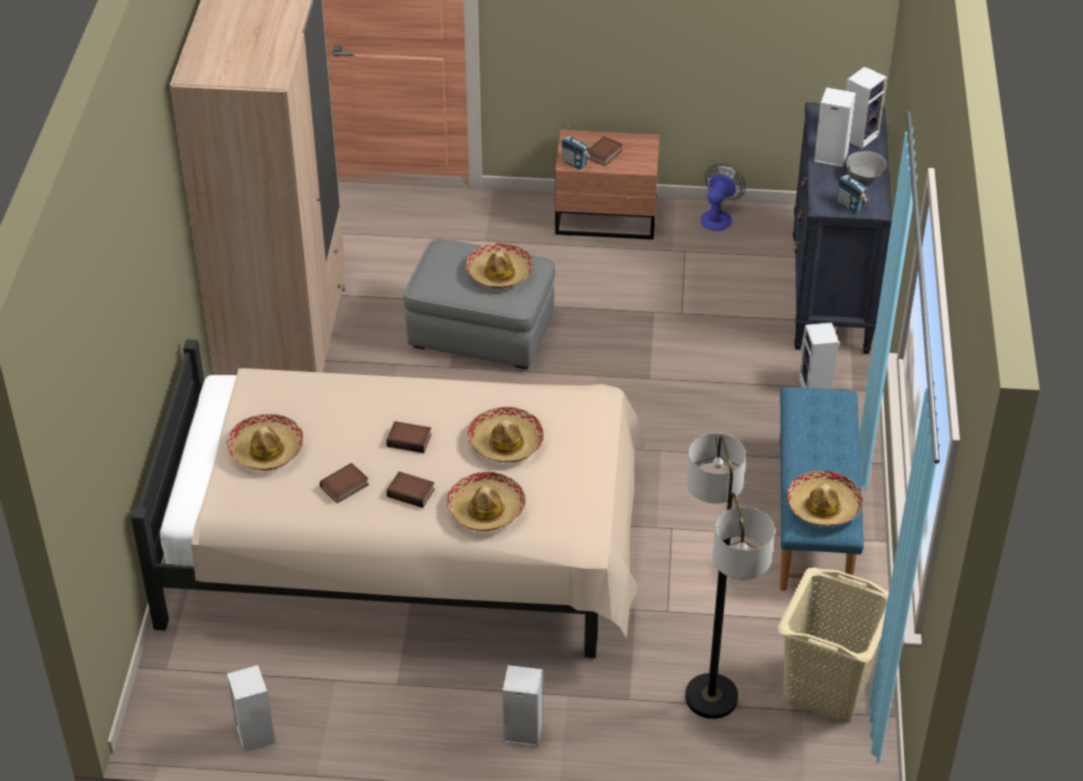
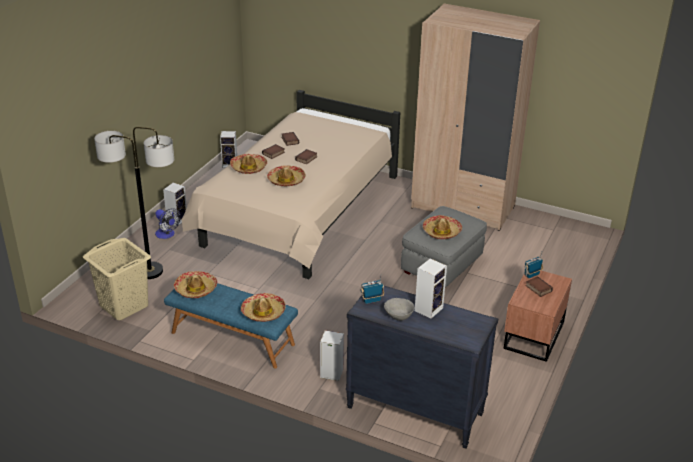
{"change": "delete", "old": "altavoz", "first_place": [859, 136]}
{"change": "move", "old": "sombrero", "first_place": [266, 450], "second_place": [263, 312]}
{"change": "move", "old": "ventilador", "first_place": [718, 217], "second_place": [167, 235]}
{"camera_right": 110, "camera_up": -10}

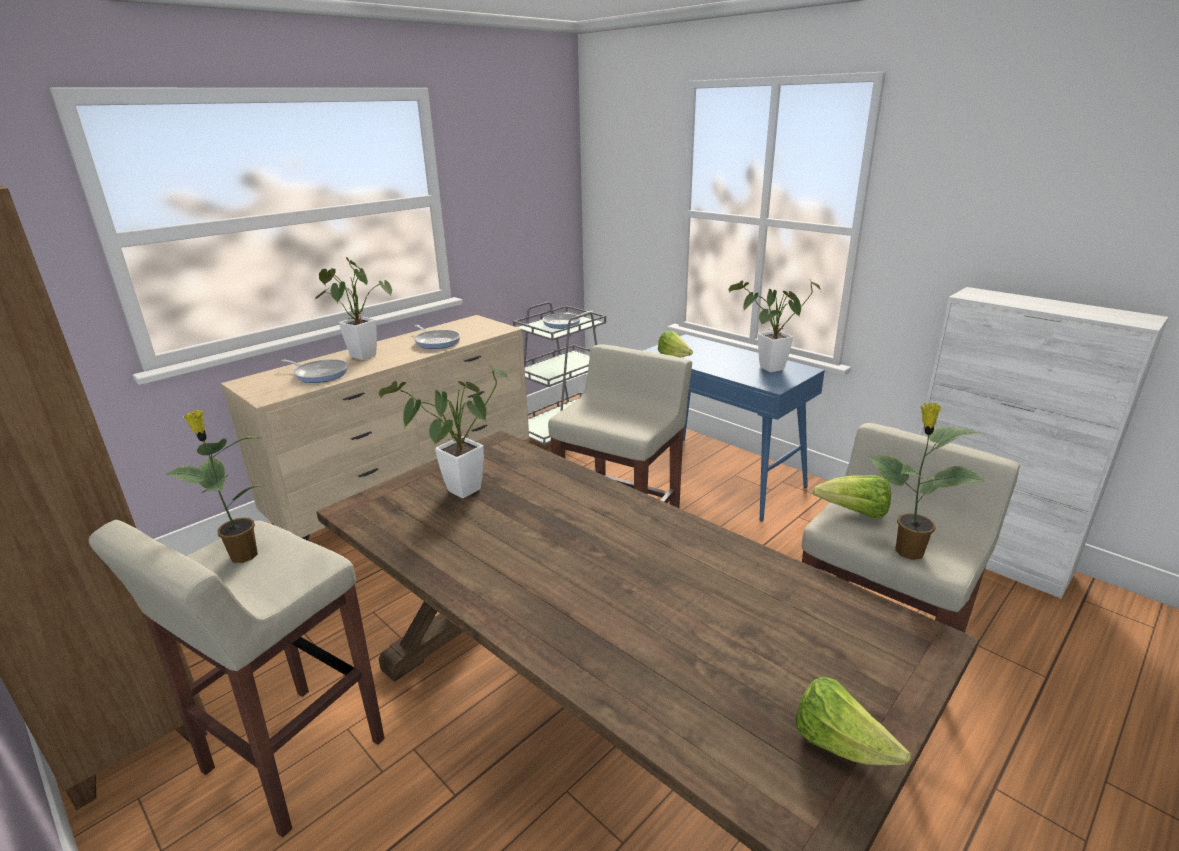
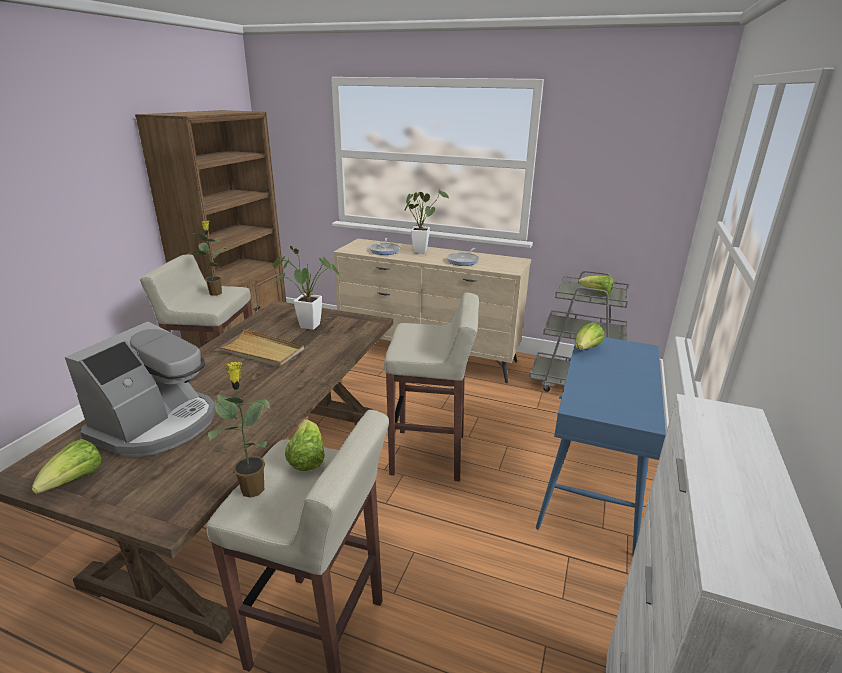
{"change": "delete", "old": "planta en maceta", "first_place": [767, 369]}
{"change": "insert", "new": "cafetera", "second_place": [157, 425]}
{"change": "insert", "new": "bandeja/beis", "second_place": [261, 351]}
{"change": "replace", "old": "sartén", "new": "lechuga", "first_place": [564, 323], "second_place": [596, 293]}
{"camera_right": 65, "camera_up": 0}

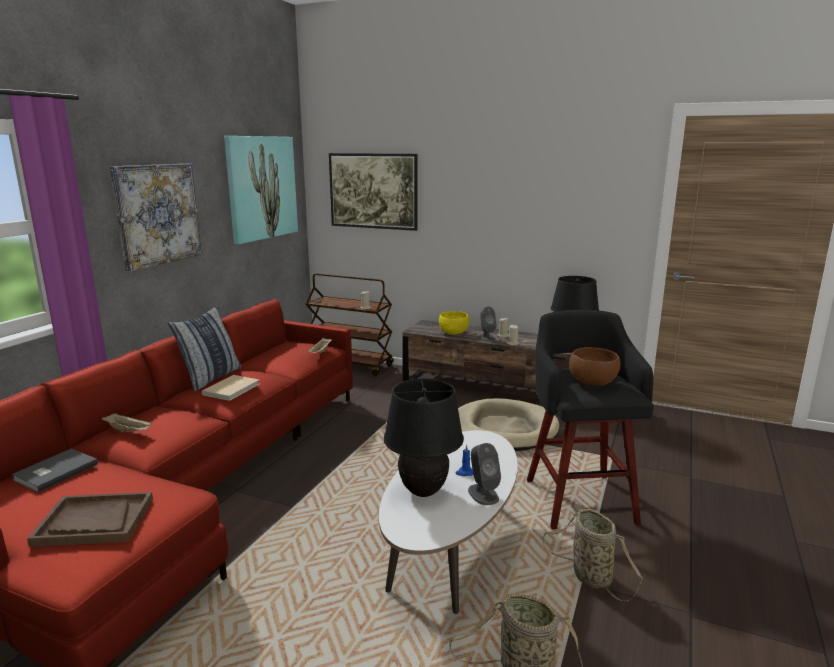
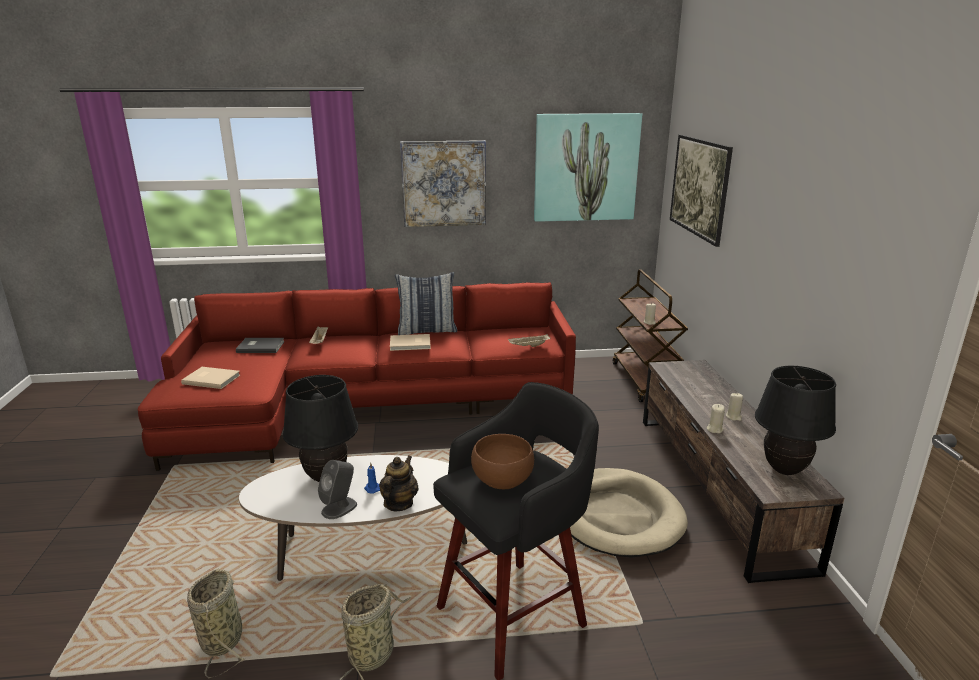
{"change": "delete", "old": "cuenco/amarillo", "first_place": [454, 332]}
{"change": "delete", "old": "altavoz/gris", "first_place": [486, 338]}
{"change": "insert", "new": "tetera", "second_place": [399, 504]}
{"change": "replace", "old": "bandeja/marrón", "new": "libro/beis", "first_place": [94, 521], "second_place": [211, 379]}
{"camera_right": 60, "camera_up": 5}

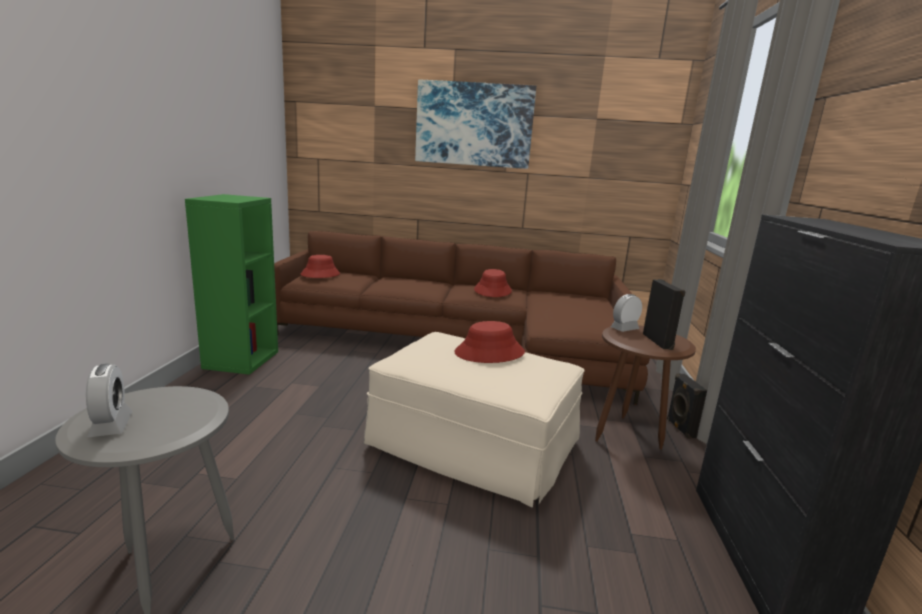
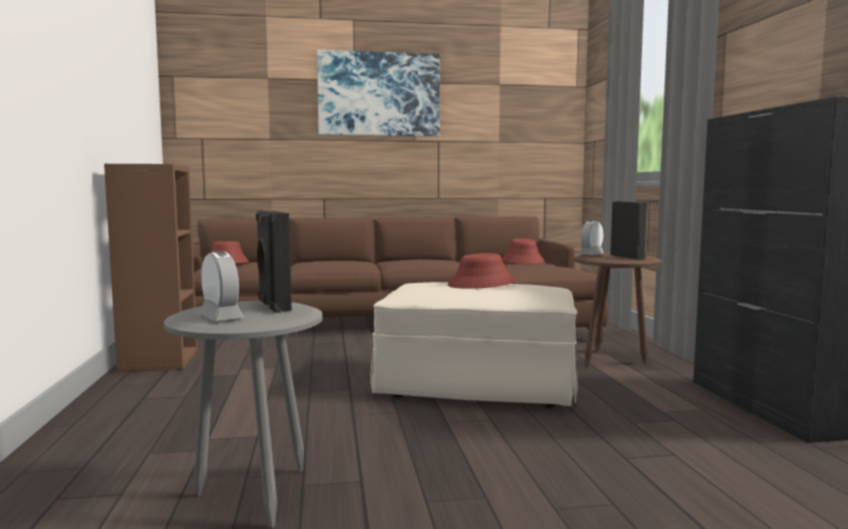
{"change": "move", "old": "sombrero/rojo", "first_place": [493, 290], "second_place": [523, 261]}
{"change": "move", "old": "altavoz/negro", "first_place": [679, 428], "second_place": [273, 306]}
{"change": "recolor", "old": "estantería/verde", "new": "estantería/marrón", "first_place": [241, 359], "second_place": [159, 360]}
{"camera_right": -15, "camera_up": -10}

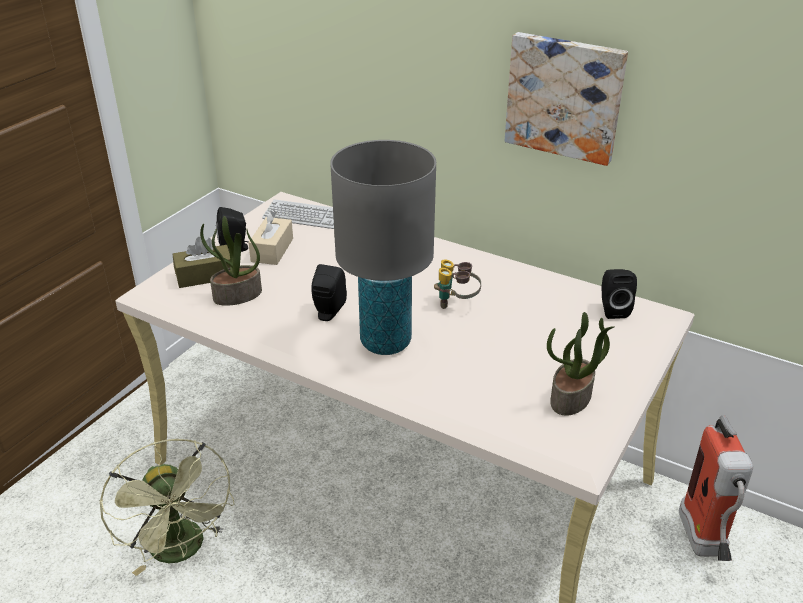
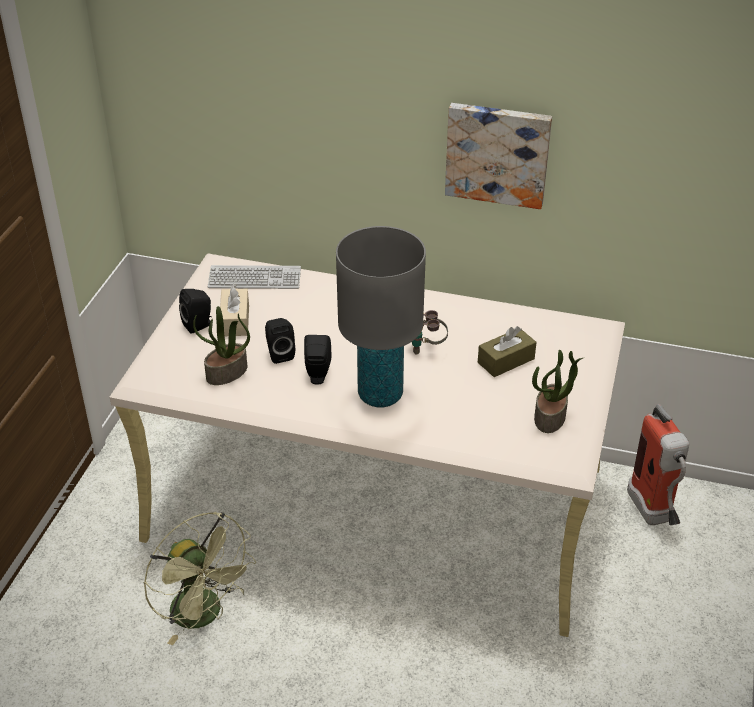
{"change": "move", "old": "caja de pañuelos/marrón", "first_place": [204, 276], "second_place": [506, 361]}
{"change": "move", "old": "altavoz/negro", "first_place": [612, 309], "second_place": [279, 354]}
{"camera_right": -15, "camera_up": 5}

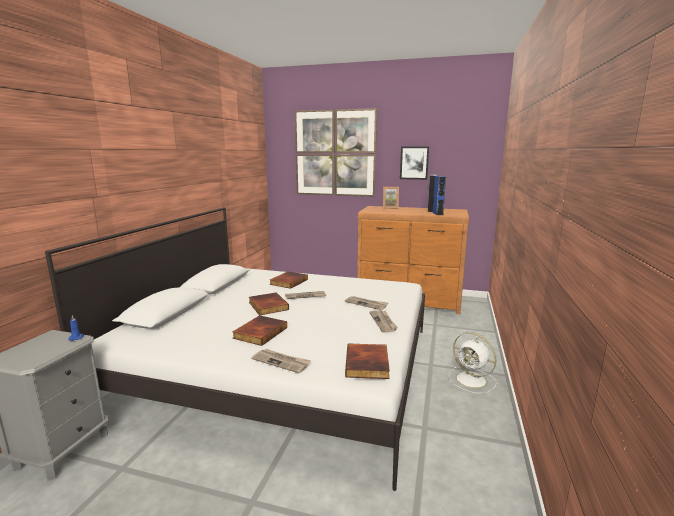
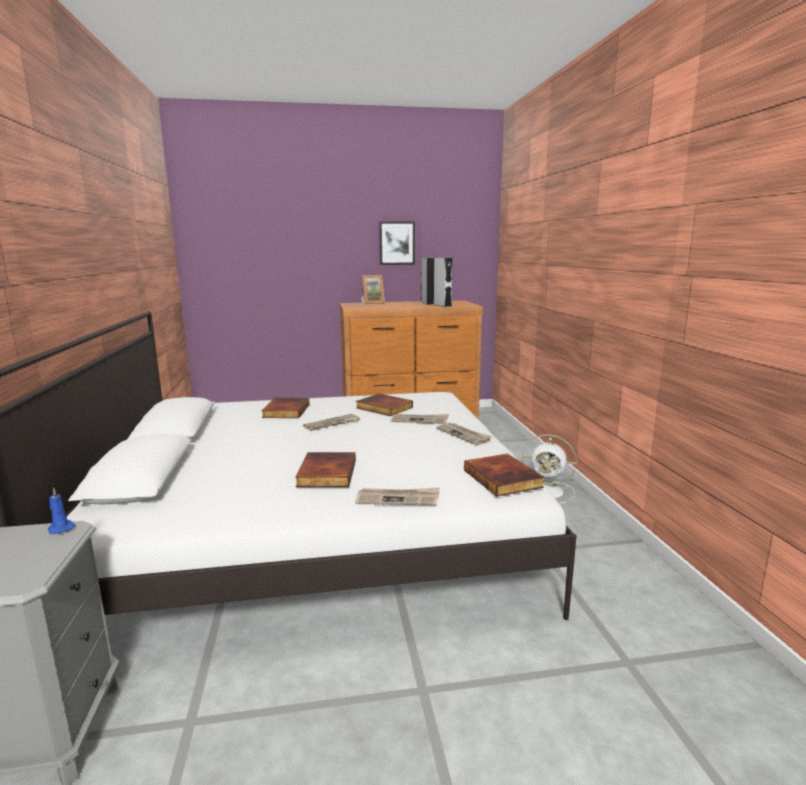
{"change": "delete", "old": "cuadro", "first_place": [335, 153]}
{"change": "move", "old": "libro", "first_place": [267, 306], "second_place": [383, 408]}
{"change": "recolor", "old": "altavoz/azul", "new": "altavoz/gris", "first_place": [437, 213], "second_place": [442, 305]}
{"camera_right": -25, "camera_up": 0}

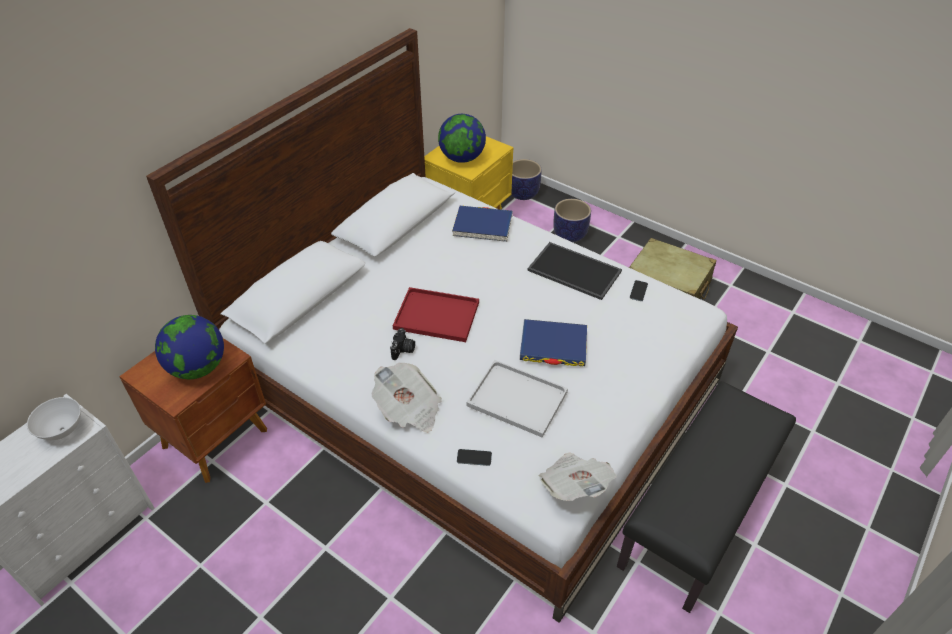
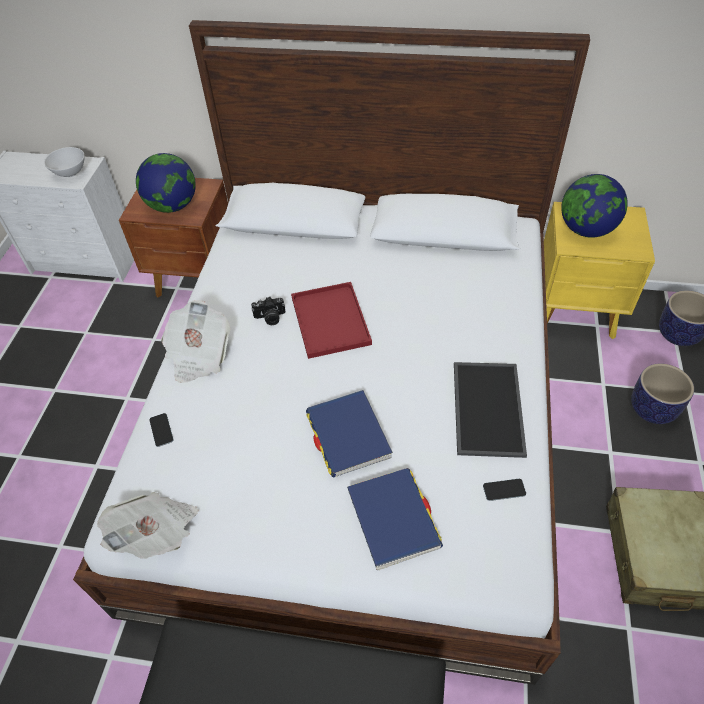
{"change": "delete", "old": "bandeja/blanco", "first_place": [515, 399]}
{"change": "move", "old": "libro/azul", "first_place": [482, 226], "second_place": [393, 519]}
{"camera_right": 65, "camera_up": 5}

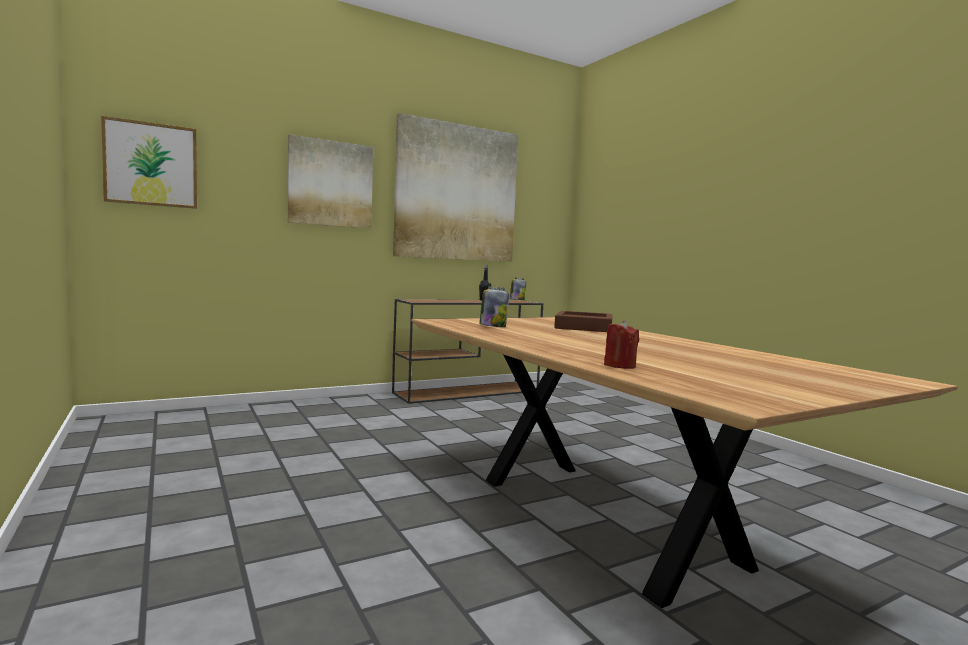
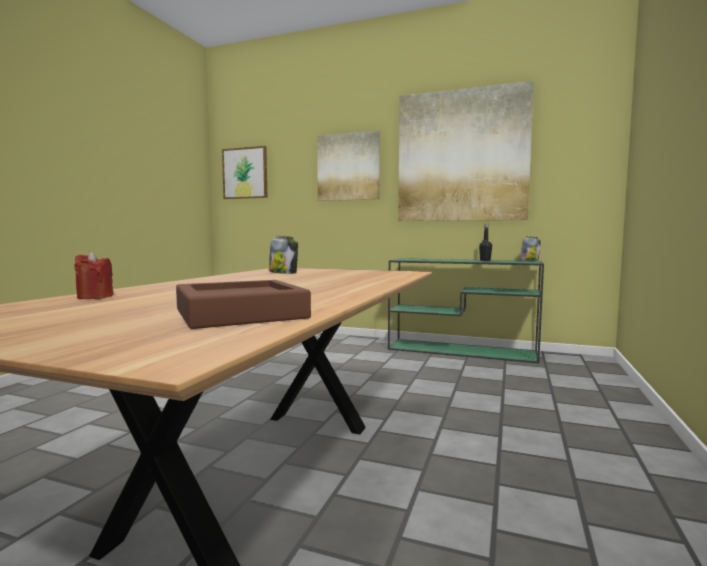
{"change": "move", "old": "bandeja/marrón", "first_place": [584, 327], "second_place": [240, 314]}
{"change": "recolor", "old": "mesa consola/marrón", "new": "mesa consola/verde", "first_place": [468, 392], "second_place": [463, 350]}
{"camera_right": 50, "camera_up": 0}

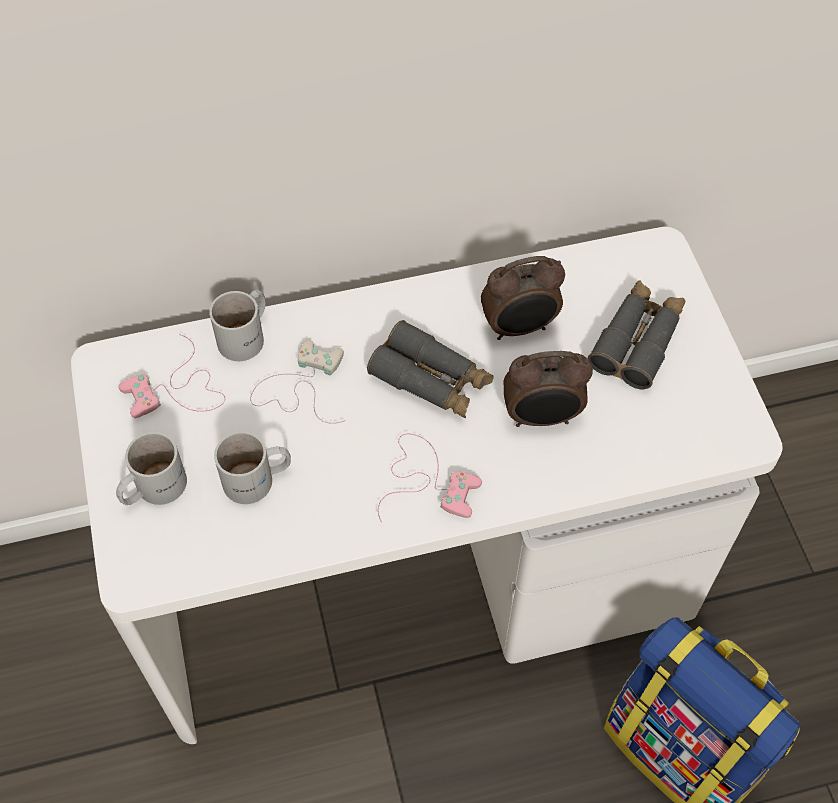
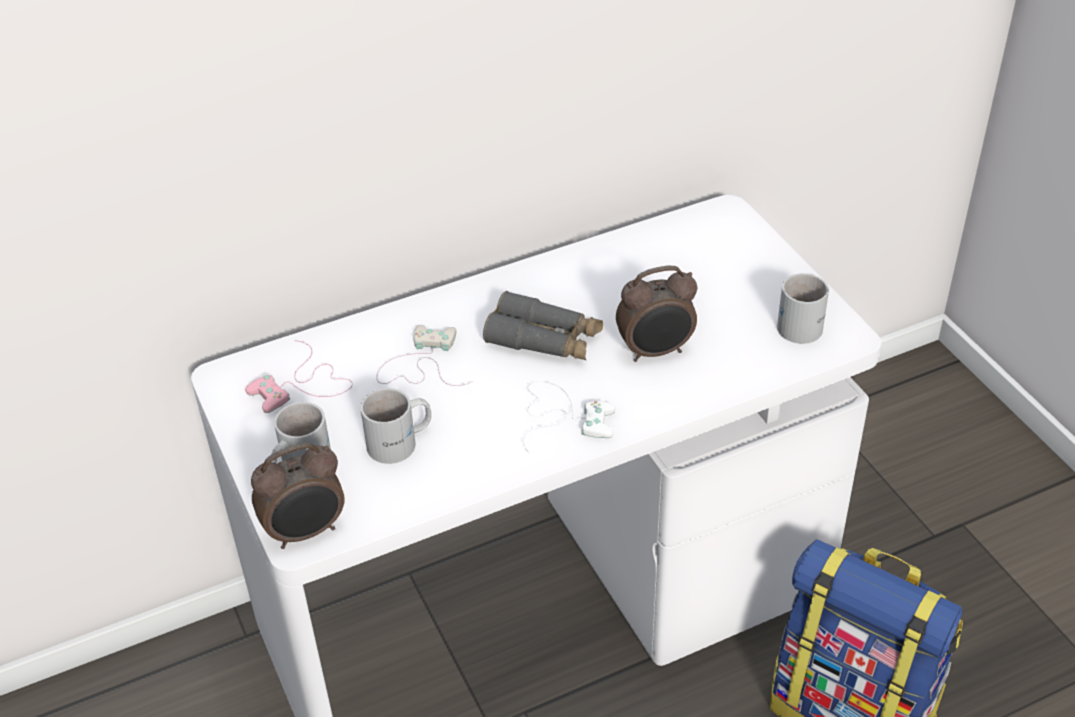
{"change": "delete", "old": "prismáticos/gris", "first_place": [637, 341]}
{"change": "move", "old": "taza grande/blanco", "first_place": [247, 336], "second_place": [803, 322]}
{"change": "move", "old": "despertador", "first_place": [519, 328], "second_place": [306, 532]}
{"change": "recolor", "old": "mando de consola/rosa", "new": "mando de consola/blanco", "first_place": [426, 480], "second_place": [562, 416]}
{"camera_right": -10, "camera_up": -15}

